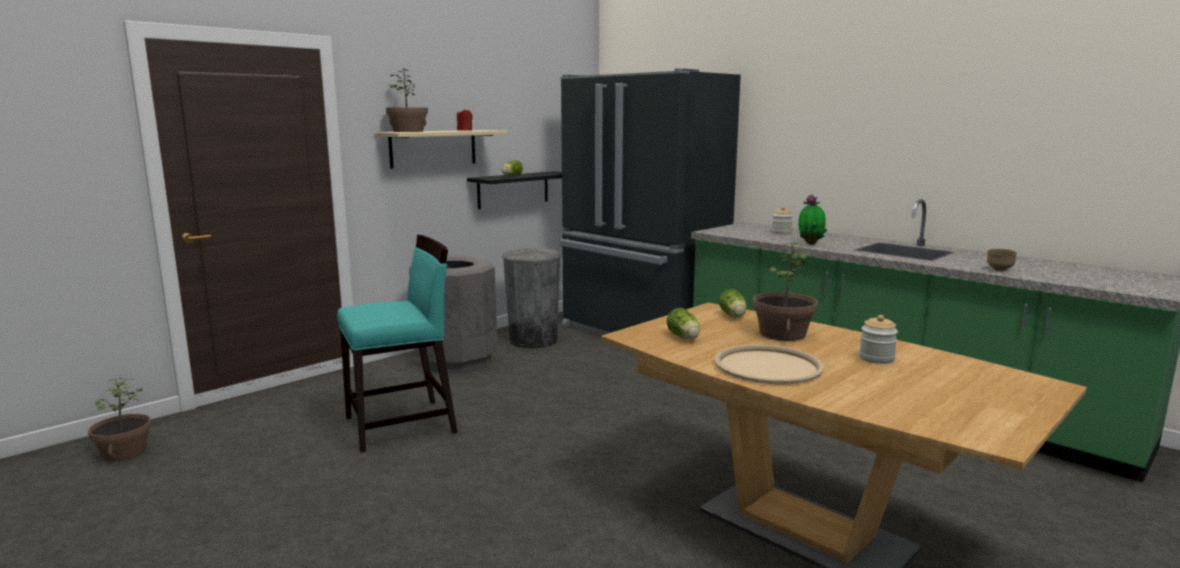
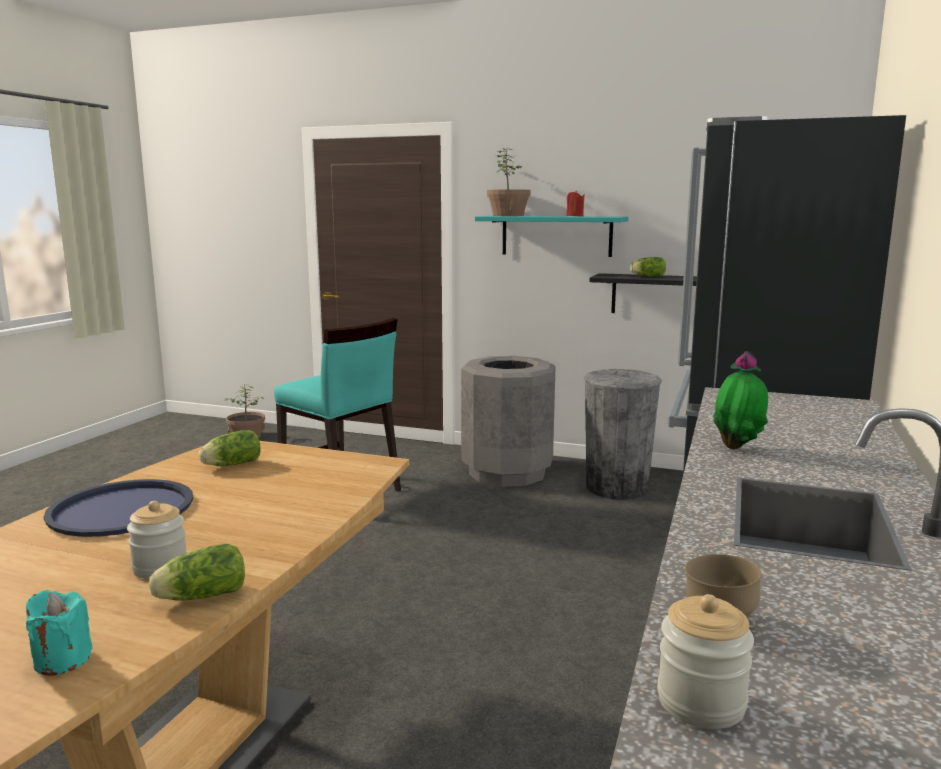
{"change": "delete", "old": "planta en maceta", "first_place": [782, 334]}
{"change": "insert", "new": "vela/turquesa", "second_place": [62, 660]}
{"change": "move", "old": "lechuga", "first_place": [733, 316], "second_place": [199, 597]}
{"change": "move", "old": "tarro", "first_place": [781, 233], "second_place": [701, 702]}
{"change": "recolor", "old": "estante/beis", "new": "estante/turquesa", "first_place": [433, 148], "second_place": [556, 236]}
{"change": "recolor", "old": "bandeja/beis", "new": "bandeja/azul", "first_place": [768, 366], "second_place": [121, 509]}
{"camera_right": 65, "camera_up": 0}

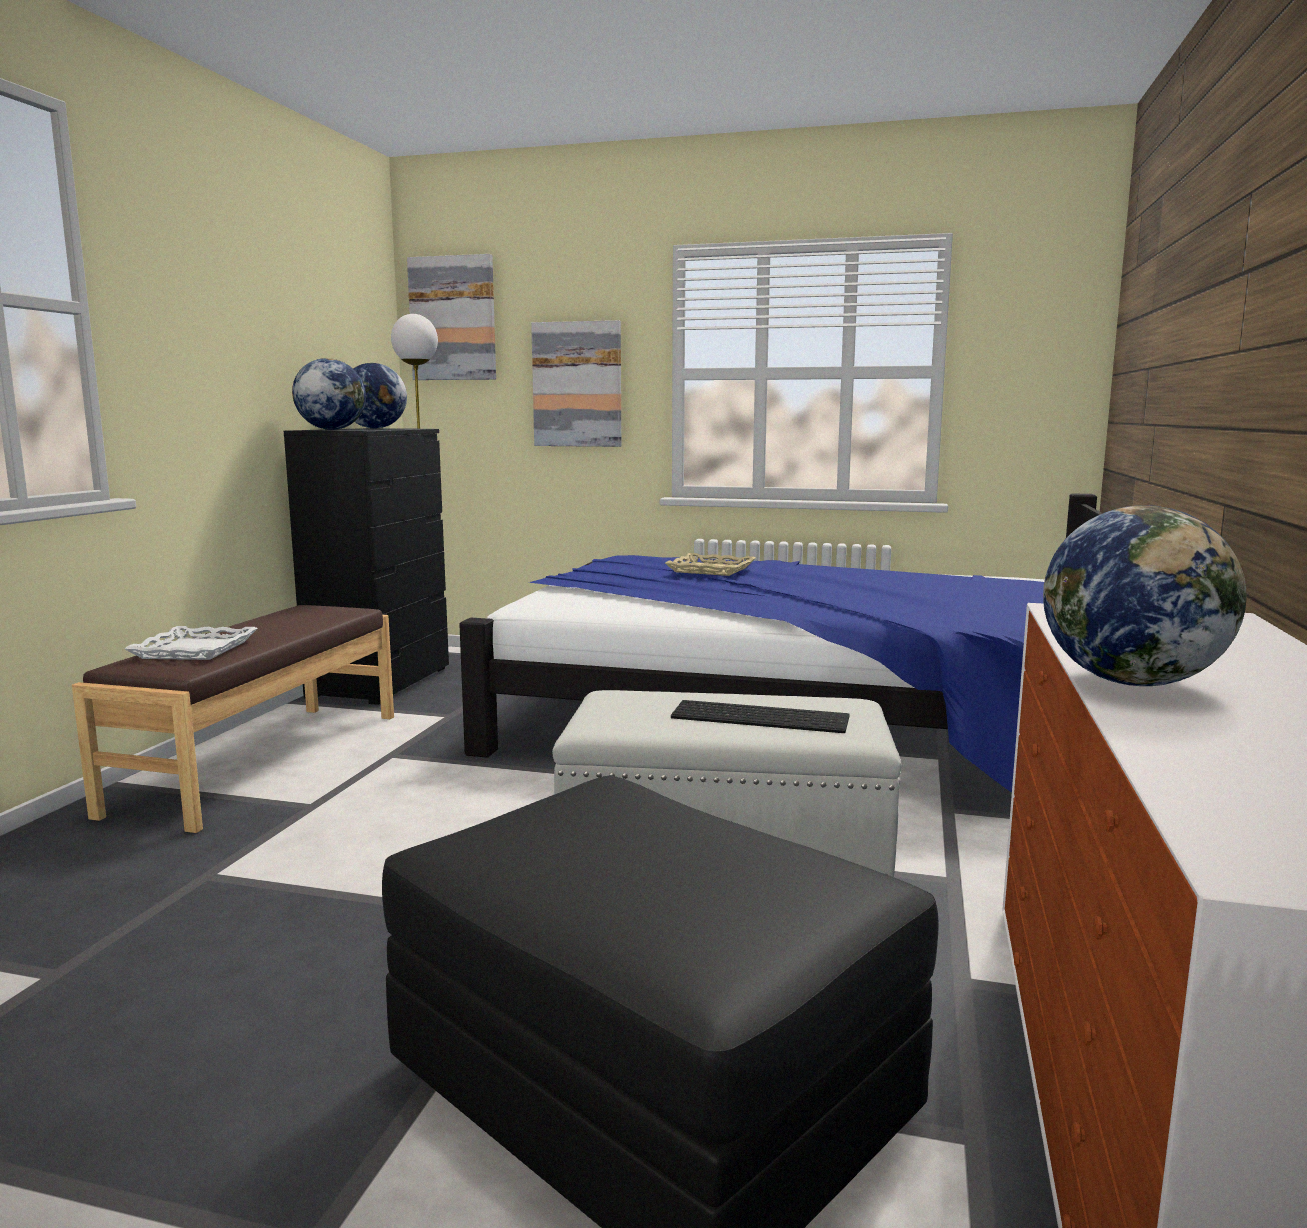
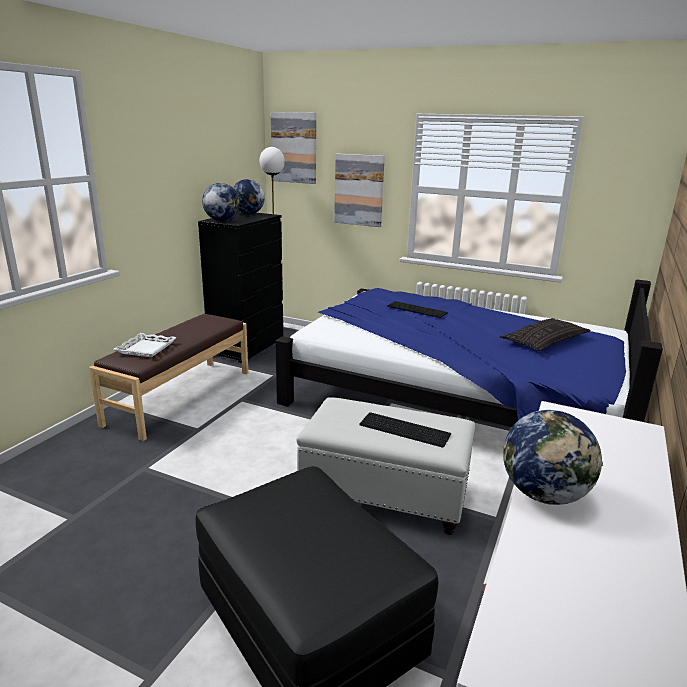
{"change": "insert", "new": "cojín", "second_place": [544, 341]}
{"change": "replace", "old": "bandeja/beis", "new": "teclado", "first_place": [711, 570], "second_place": [417, 309]}
{"camera_right": 10, "camera_up": 10}

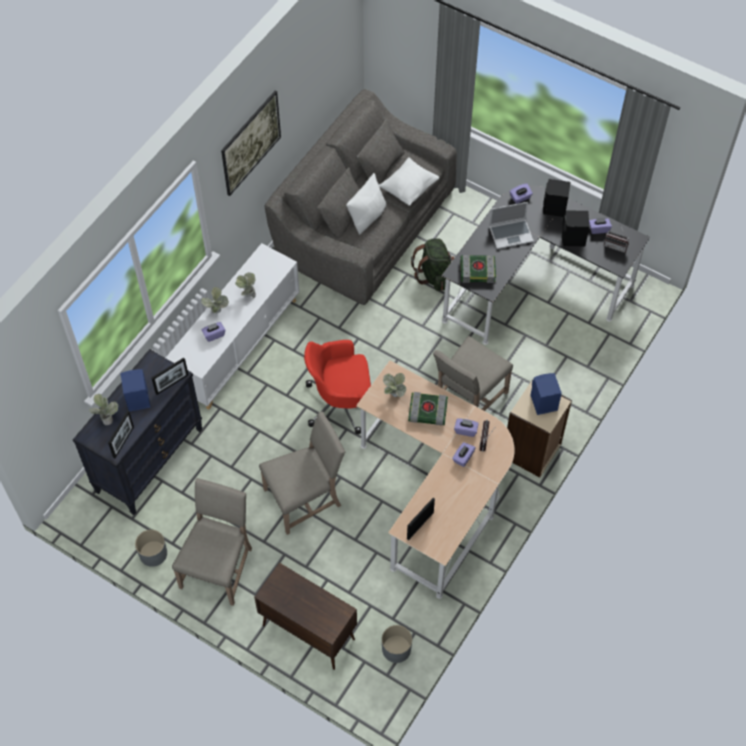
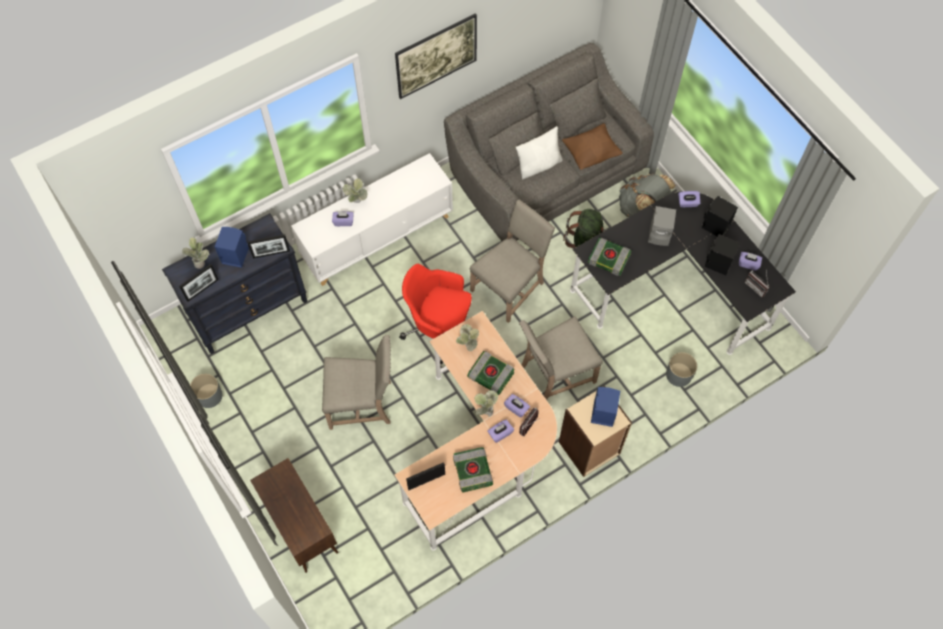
{"change": "insert", "new": "libro", "second_place": [473, 472]}
{"change": "insert", "new": "mochila/gris", "second_place": [641, 207]}
{"change": "move", "old": "silla/beis", "first_place": [219, 566], "second_place": [510, 286]}
{"change": "move", "old": "planta en maceta", "first_place": [248, 295], "second_place": [485, 410]}
{"change": "move", "old": "maceta/gris", "first_place": [396, 649], "second_place": [678, 374]}
{"change": "replace", "old": "portátil", "new": "altavoz/gris", "first_place": [511, 234], "second_place": [660, 235]}
{"change": "recolor", "old": "cojín/blanco", "new": "cojín/marrón", "first_place": [409, 189], "second_place": [591, 153]}
{"camera_right": 25, "camera_up": 5}

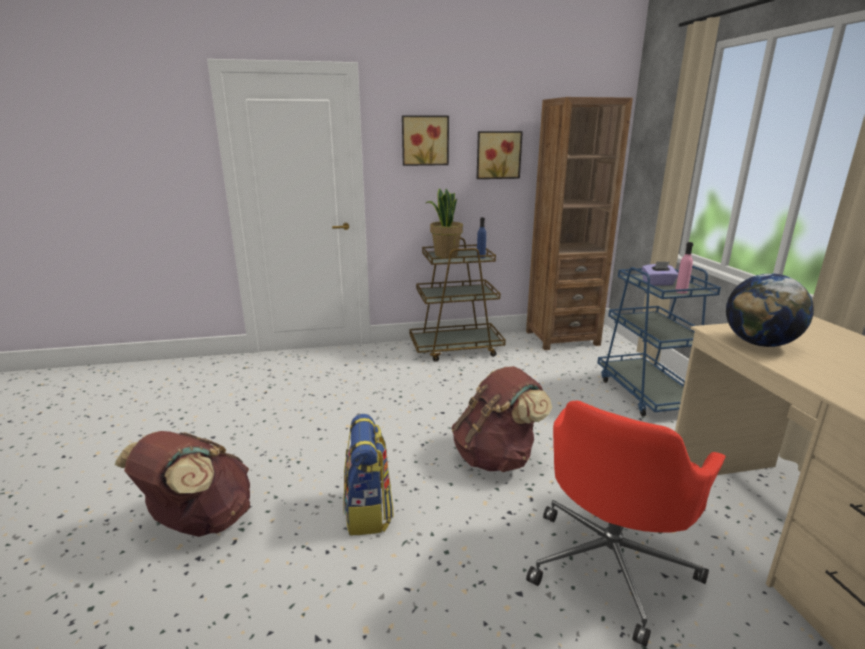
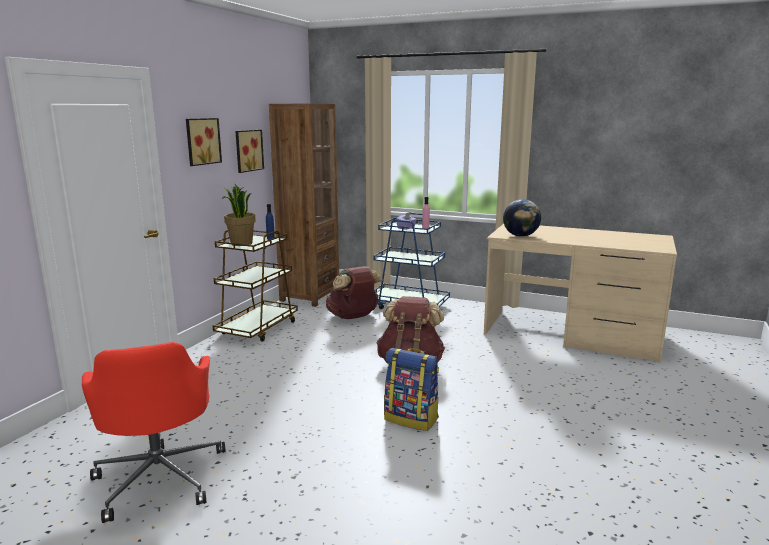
{"change": "move", "old": "mochila/marrón", "first_place": [199, 522], "second_place": [353, 317]}
{"change": "move", "old": "silla de oficina/rojo", "first_place": [611, 563], "second_place": [160, 477]}
{"camera_right": -55, "camera_up": -5}

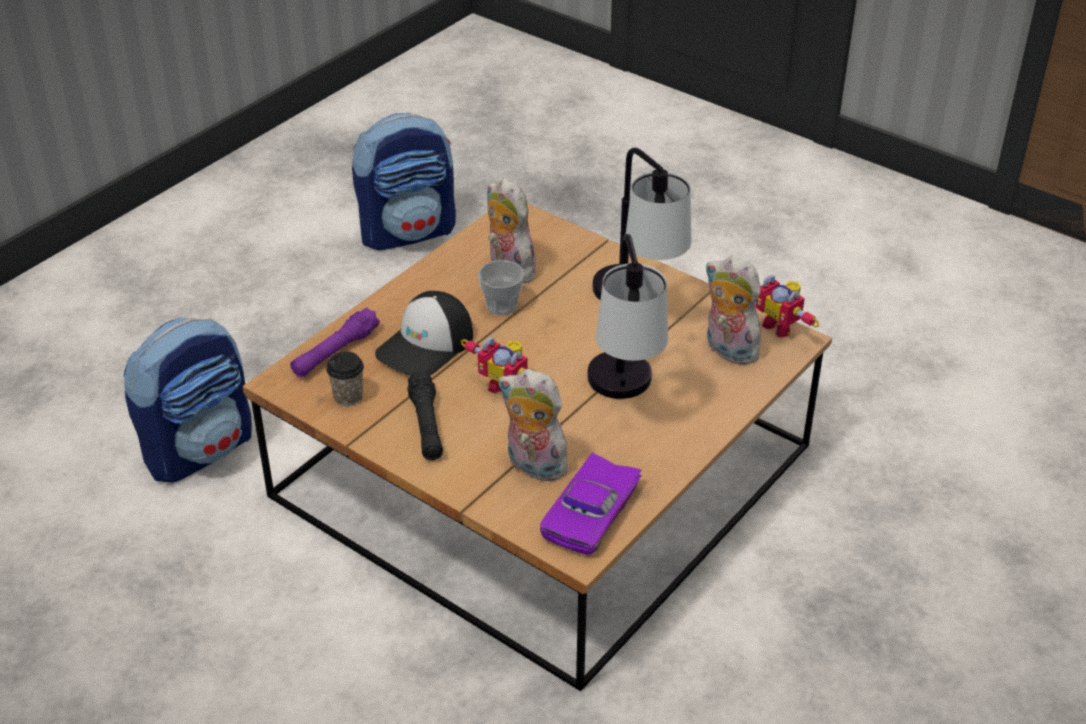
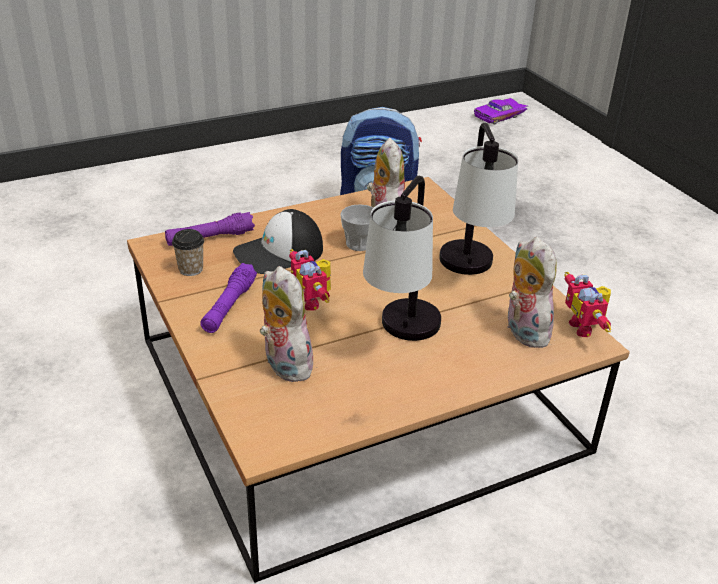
{"change": "delete", "old": "mochila", "first_place": [200, 449]}
{"change": "move", "old": "coche de juguete/morado", "first_place": [594, 514], "second_place": [501, 116]}
{"change": "recolor", "old": "linterna/negro", "new": "linterna/morado", "first_place": [426, 424], "second_place": [229, 306]}
{"camera_right": 25, "camera_up": -5}

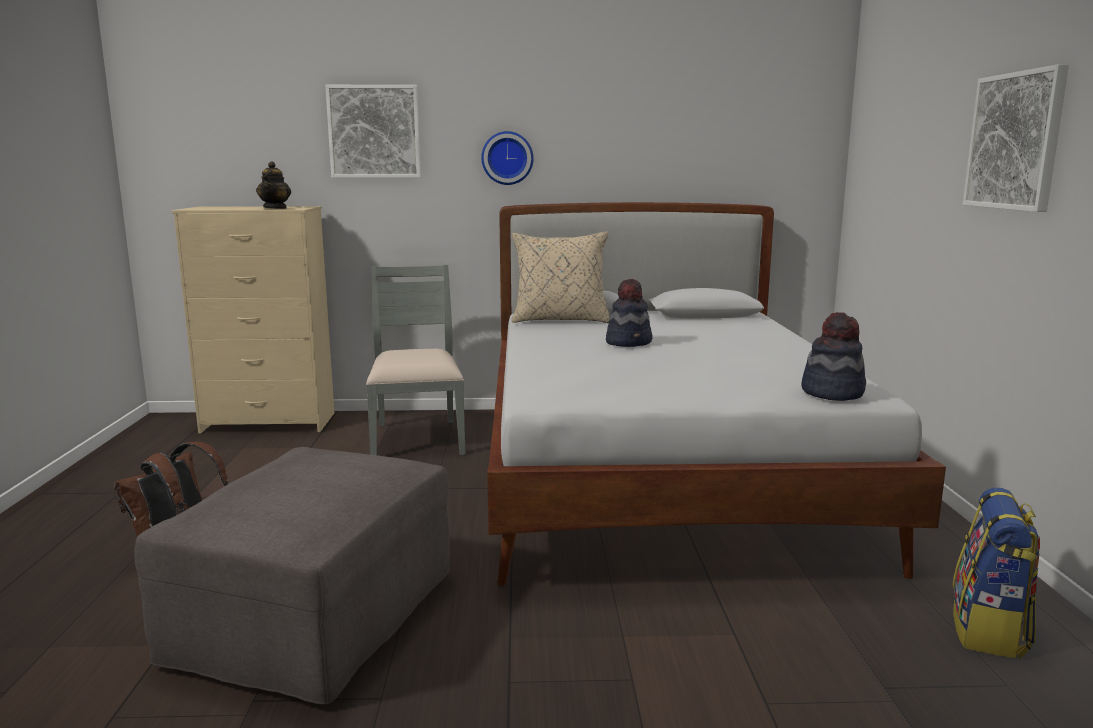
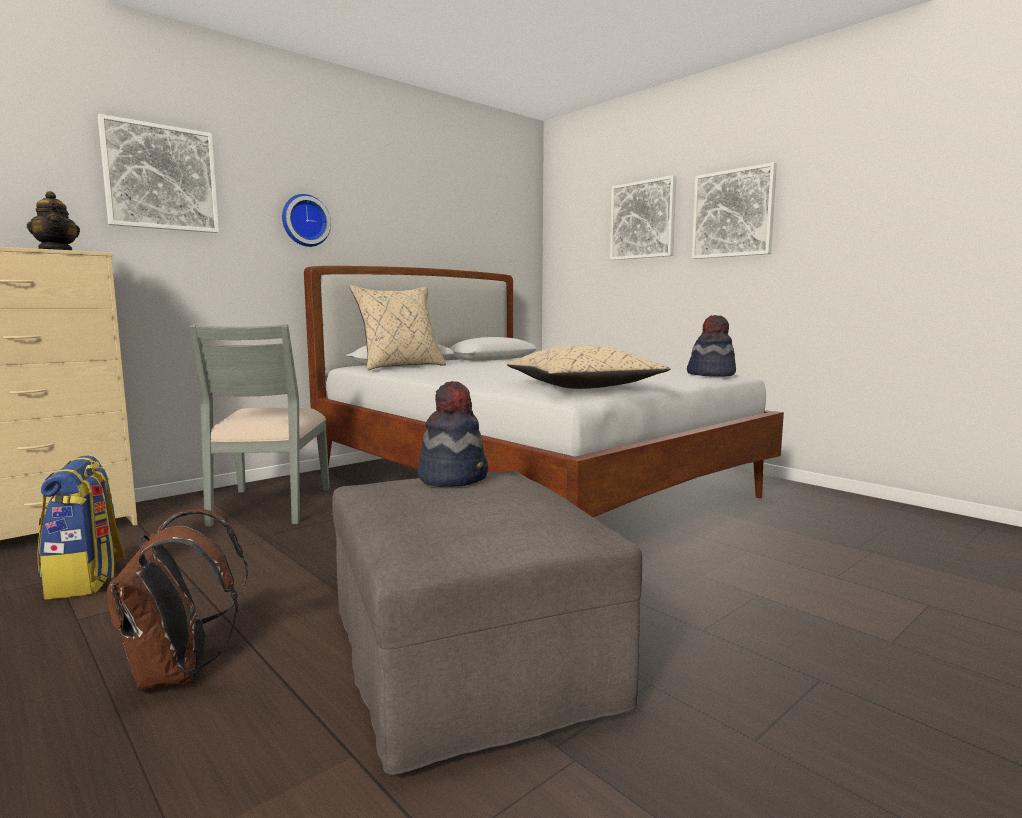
{"change": "insert", "new": "cojín/beis", "second_place": [583, 387]}
{"change": "insert", "new": "cuadro", "second_place": [643, 220]}
{"change": "move", "old": "sombrero", "first_place": [629, 342], "second_place": [453, 477]}
{"change": "move", "old": "mochila", "first_place": [989, 631], "second_place": [87, 580]}
{"change": "rotate", "old": "silla/gris", "first_place": [417, 438], "second_place": [269, 506], "degrees": -135}
{"camera_right": -40, "camera_up": -5}

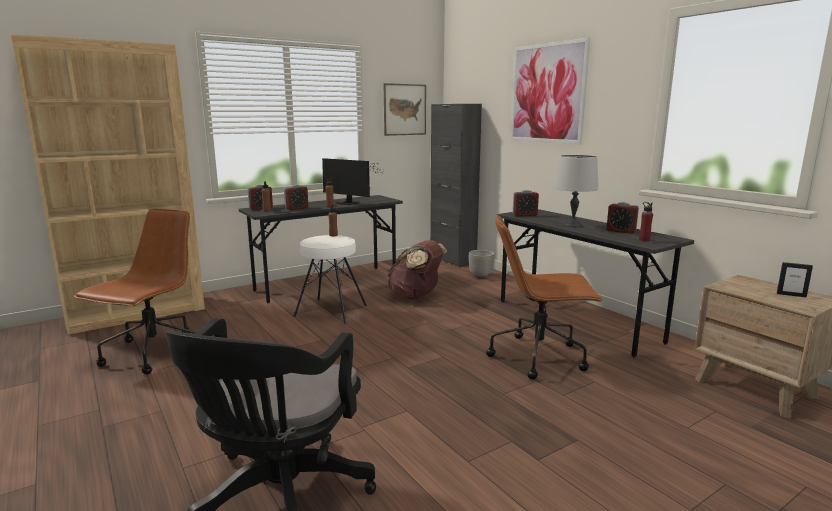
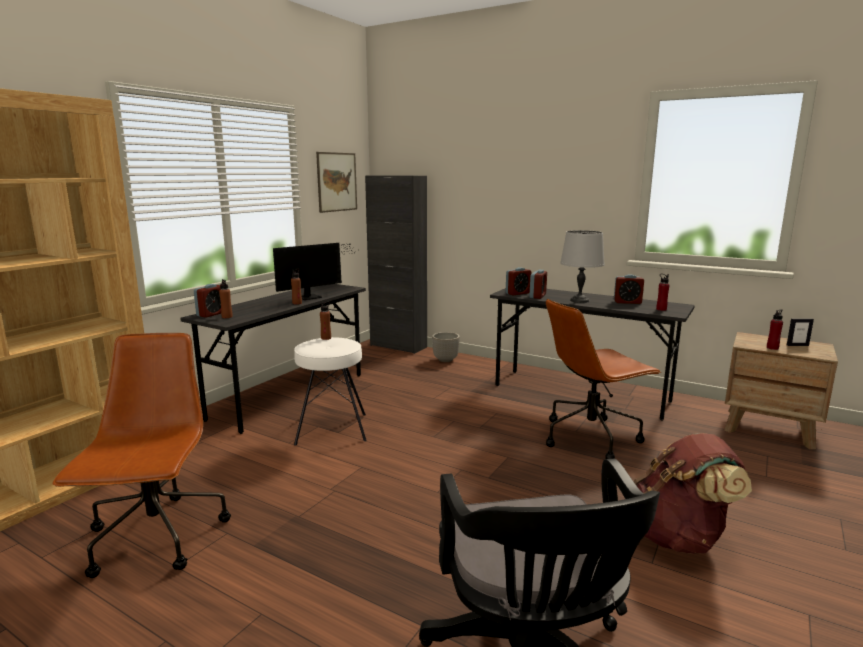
{"change": "delete", "old": "cuadro", "first_place": [547, 93]}
{"change": "insert", "new": "botella/rojo", "second_place": [772, 348]}
{"change": "move", "old": "despertador", "first_place": [296, 208], "second_place": [537, 296]}
{"change": "move", "old": "mochila/marrón", "first_place": [416, 296], "second_place": [678, 537]}
{"change": "rotate", "old": "monitor", "first_place": [349, 203], "second_place": [312, 297], "degrees": -45}
{"camera_right": -25, "camera_up": 0}

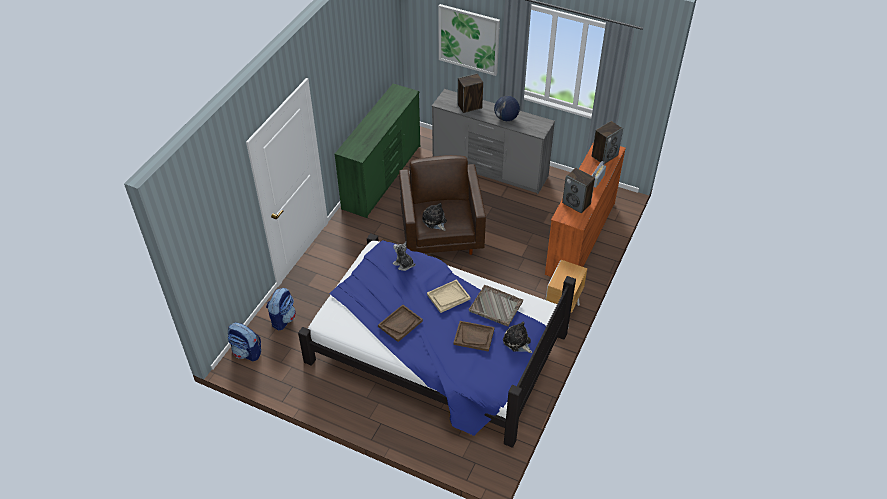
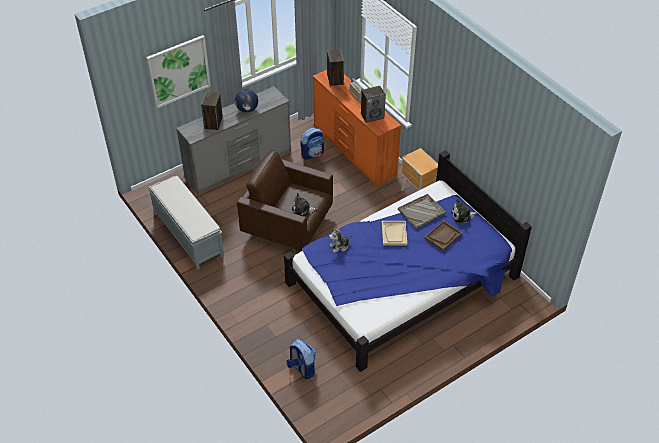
{"change": "delete", "old": "bandeja/marrón", "first_place": [400, 323]}
{"change": "move", "old": "mochila", "first_place": [247, 352], "second_place": [312, 154]}
{"change": "replace", "old": "cómoda/verde", "new": "banco/gris", "first_place": [382, 177], "second_place": [188, 234]}
{"camera_right": -60, "camera_up": 0}

